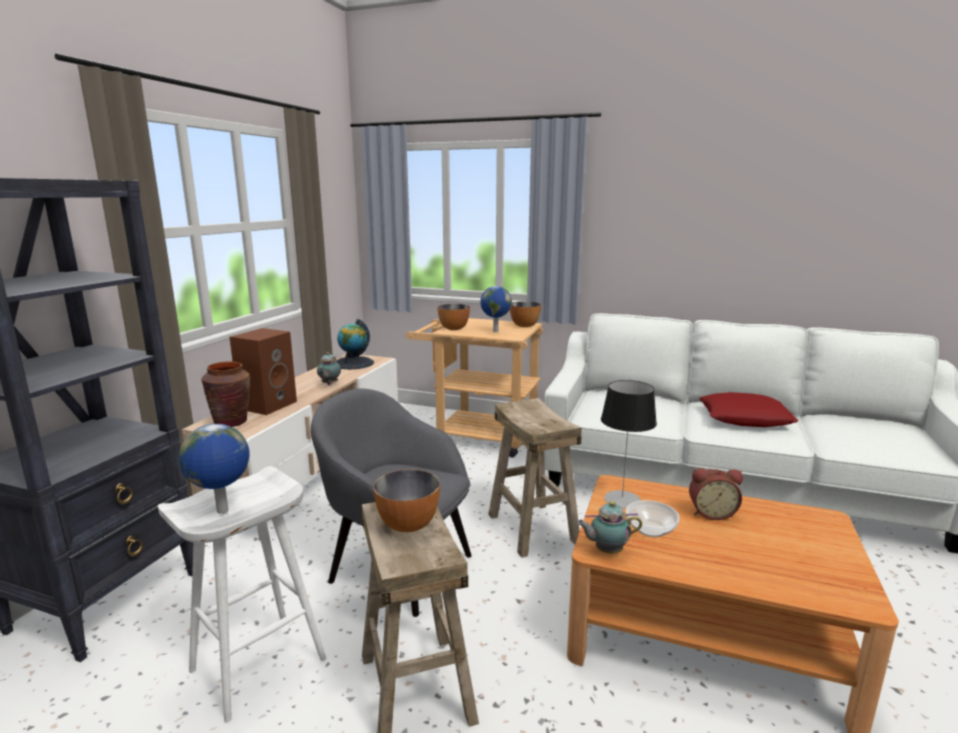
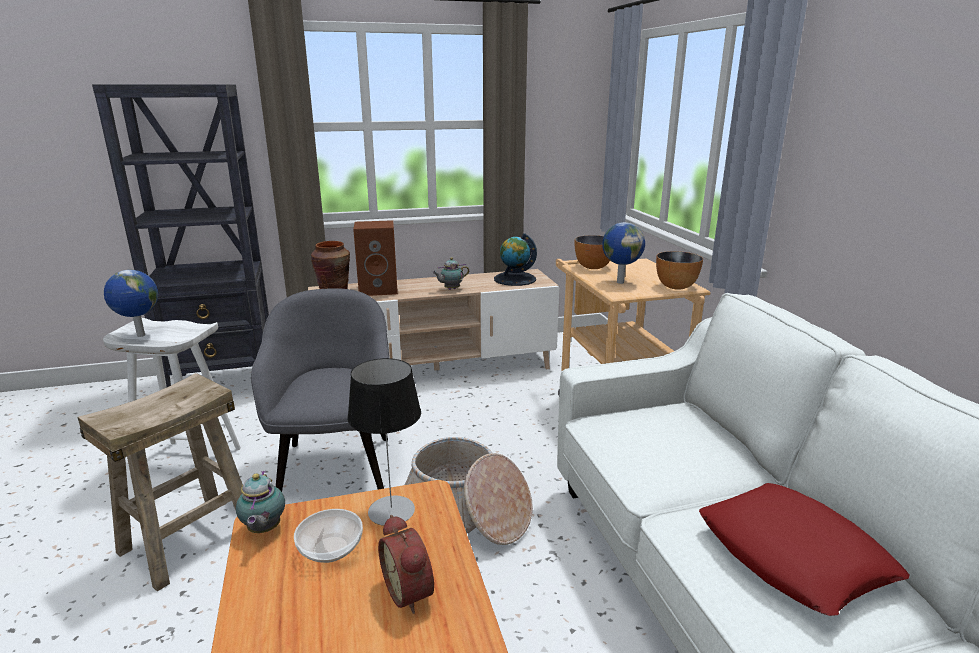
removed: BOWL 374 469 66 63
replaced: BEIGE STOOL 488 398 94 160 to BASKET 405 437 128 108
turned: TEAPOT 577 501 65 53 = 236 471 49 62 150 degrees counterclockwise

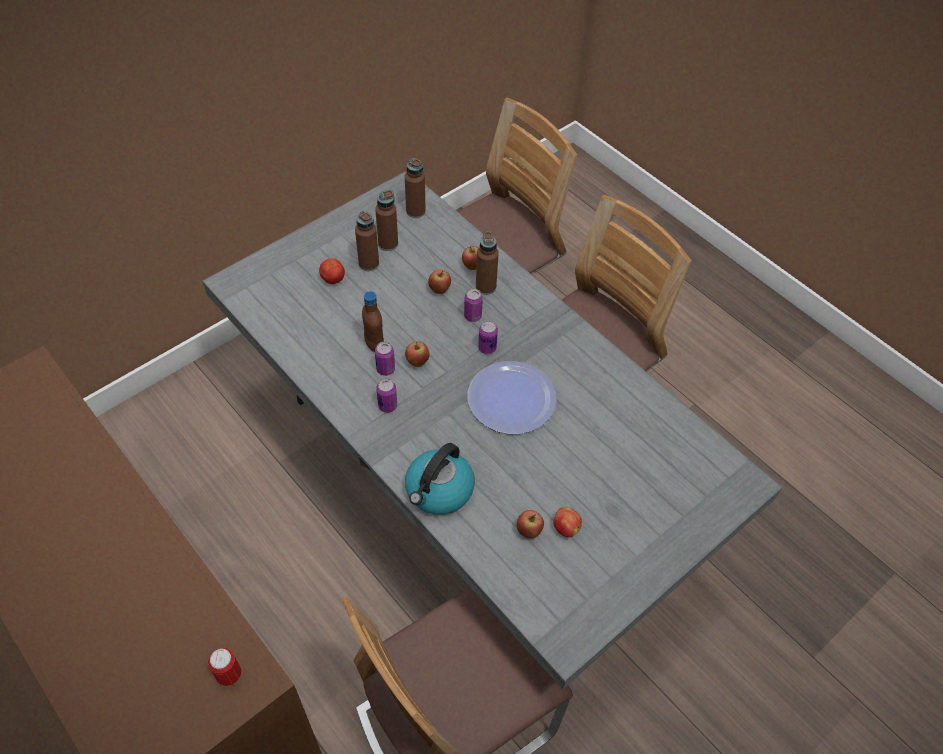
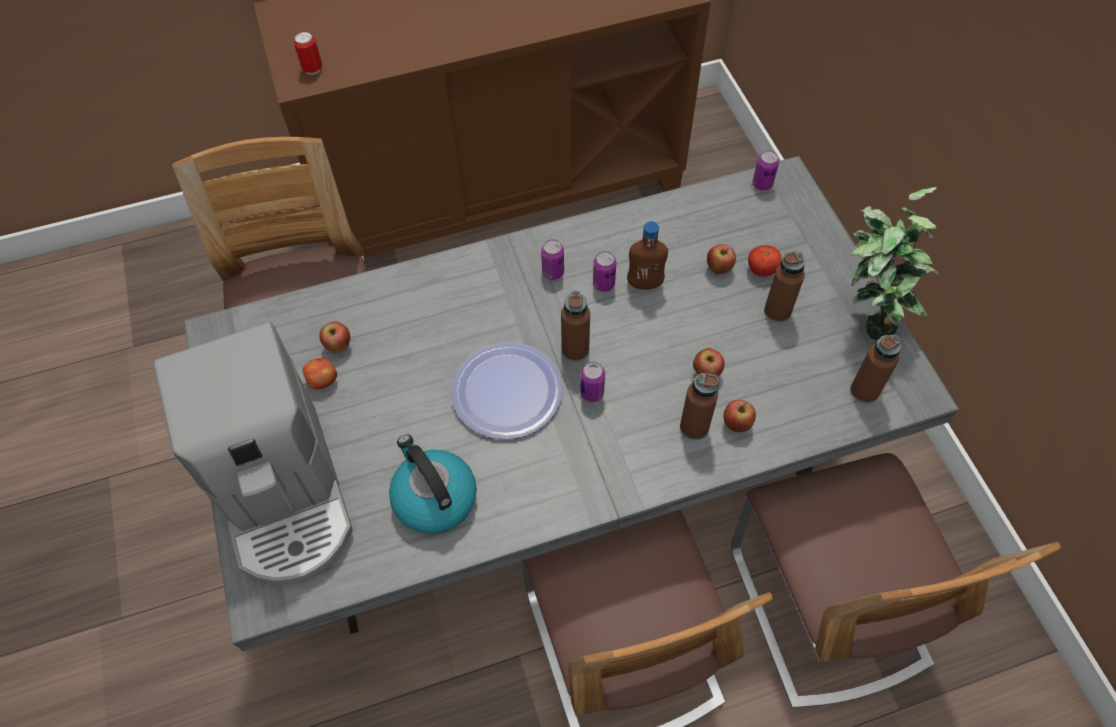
added: COFFEE MACHINE 153 322 200 262; POTTED PLANT 851 187 88 153
moved: BROWN BOTTLE 375 190 23 61 to 561 291 29 71; APPLE 405 342 25 25 to 707 244 29 31; KETTLE 405 443 70 72 to 389 435 88 99; CAN 464 288 19 34 to 752 150 27 41

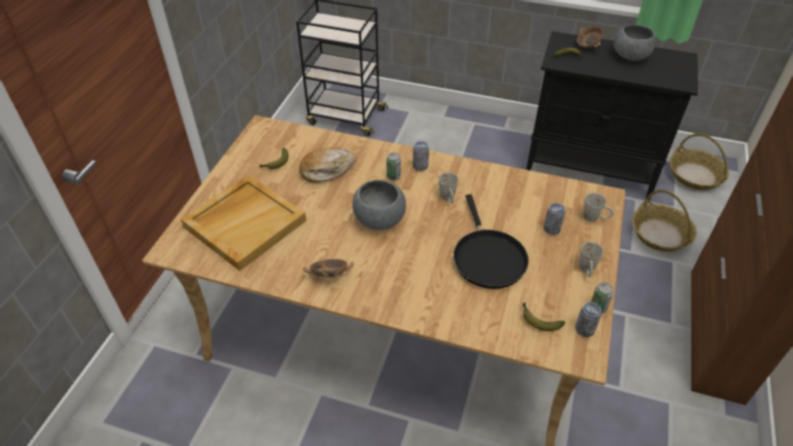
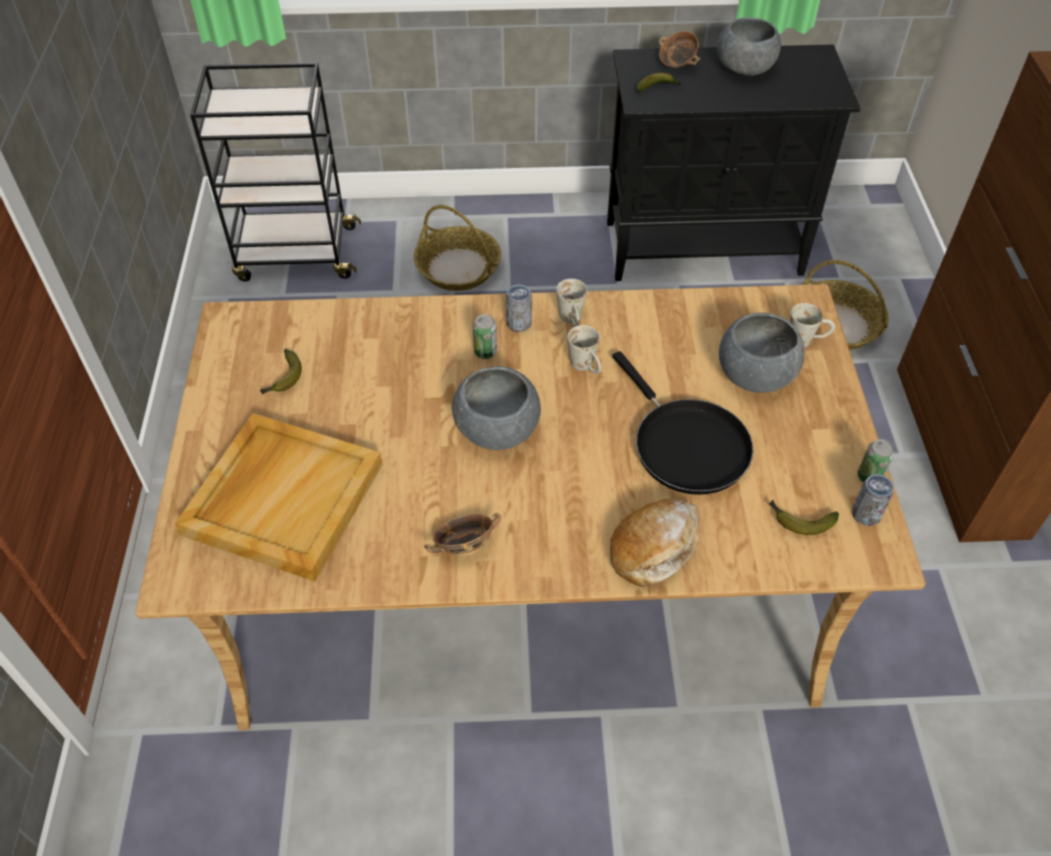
moved: BREAD 299 147 57 36 to 610 499 89 87; WHITE MUG 579 242 25 35 to 556 279 31 48; BASKET 670 133 59 57 to 413 205 88 86
replaced: CAN 544 203 21 32 to GREY BOWL 719 313 86 80

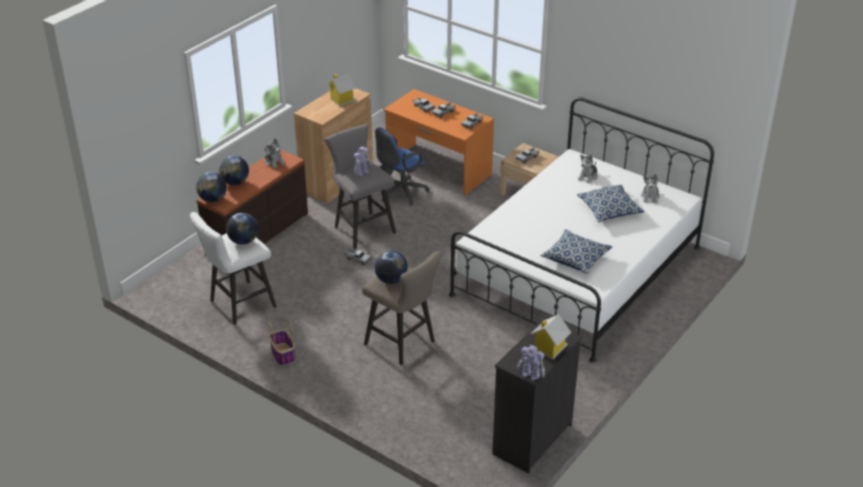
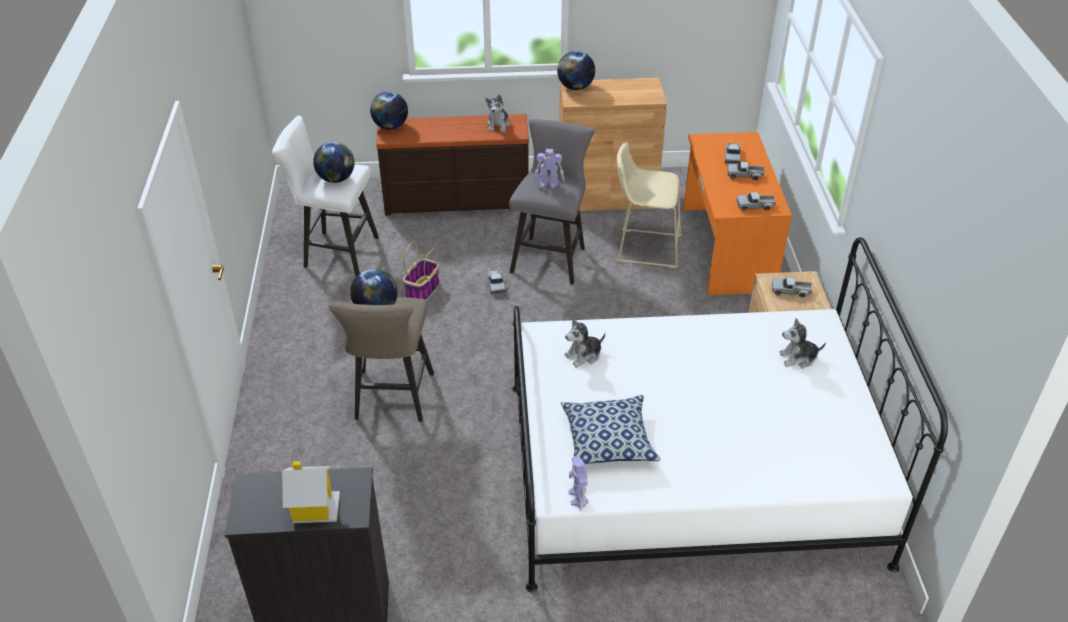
removed: TOY HOUSE 327 73 30 33; PILLOW 577 185 67 37
moved: GLOBE 219 156 30 29 to 557 51 38 39; BASKET 267 317 28 49 to 403 243 36 57; TOY ROBOT 517 345 28 36 to 568 457 20 54; PLUSH TOY 641 174 19 29 to 565 318 40 49
replaced: BLUE OFFICE CHAIR 375 127 55 79 to BEIGE STOOL 617 142 65 126

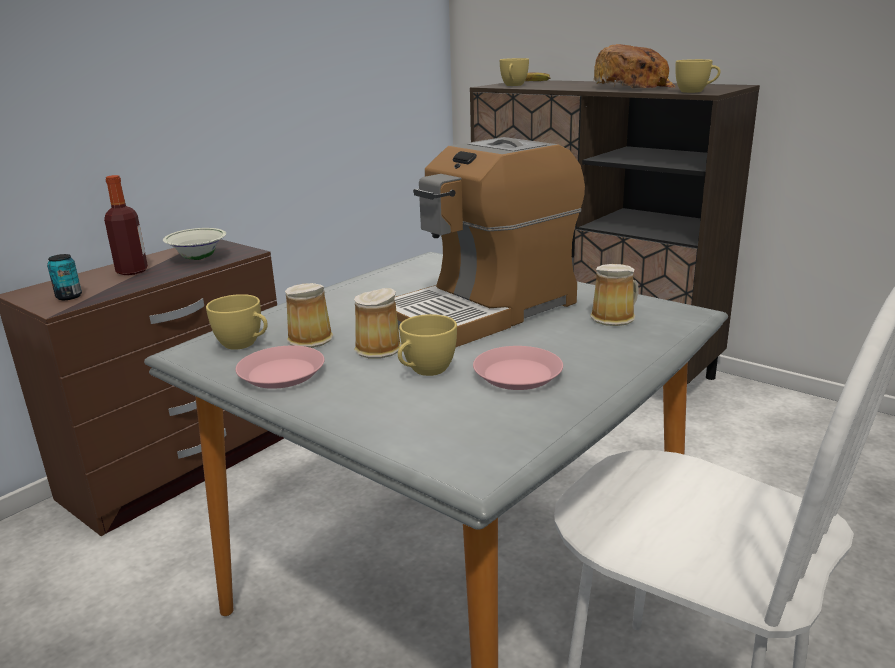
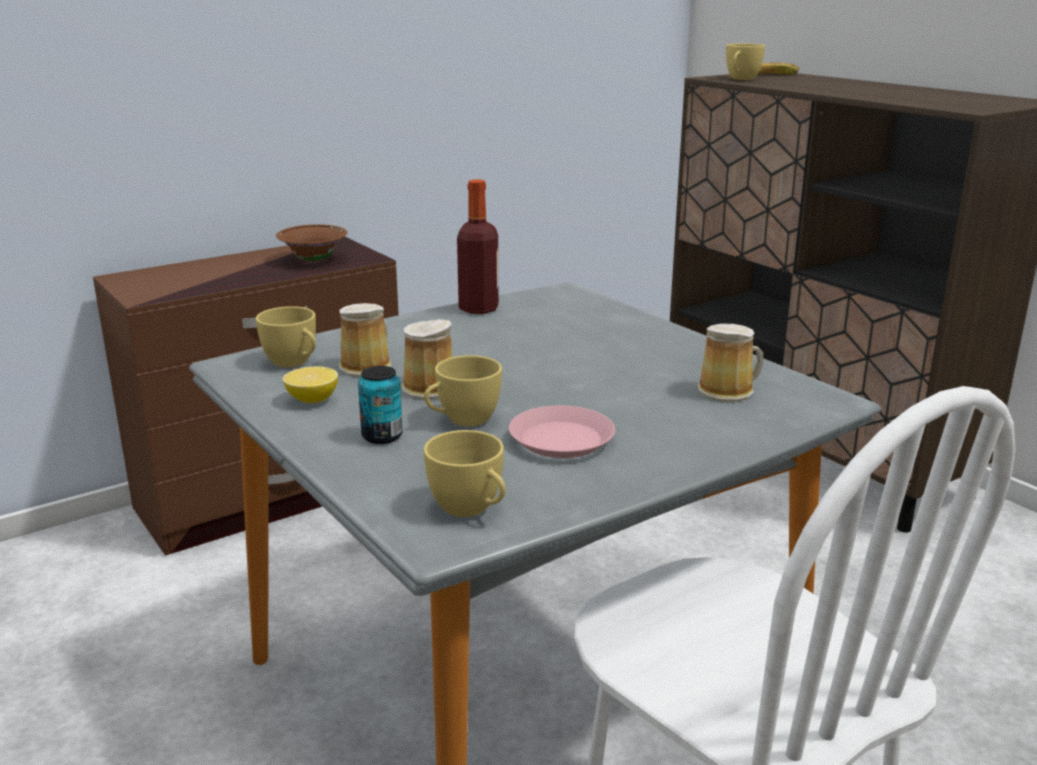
removed: COFFEE MACHINE 394 137 191 211; BREAD 594 44 81 44
moved: CAN 47 254 35 46 to 358 366 45 78; BOTTLE 104 175 44 100 to 457 179 42 135; YELLOW CUP 675 59 46 34 to 424 430 82 87
replaced: PINK PLATE 235 346 90 43 to LEMON 283 366 55 37
recoloured: WHITE BOWL 163 228 63 32 to BROWN BOWL 276 224 72 37

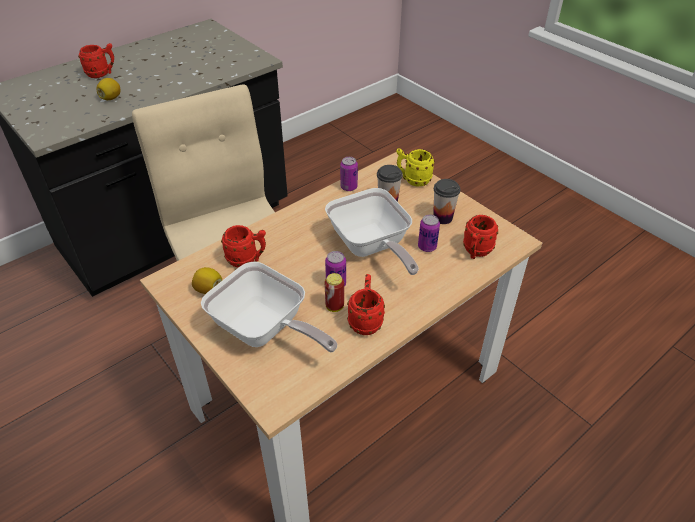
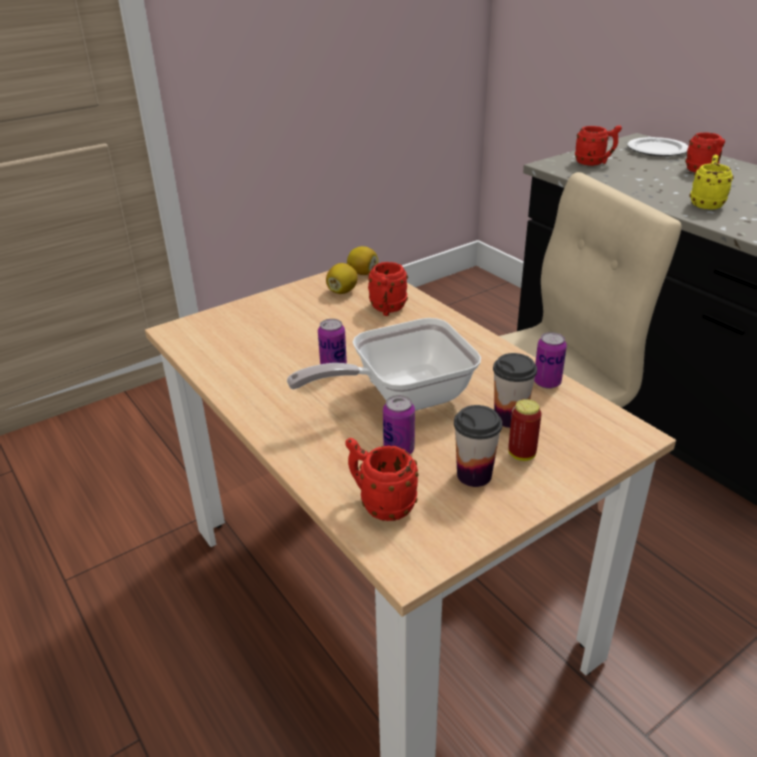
removed: FRYING PAN 201 262 136 90
added: PLATE 627 137 62 19
moved: LEMON 96 78 25 22 to 347 246 31 29; CAN 325 273 19 39 to 508 399 33 62; RED MUG 347 274 38 61 to 575 125 47 41; YELLOW MUG 396 148 39 39 to 689 155 45 54

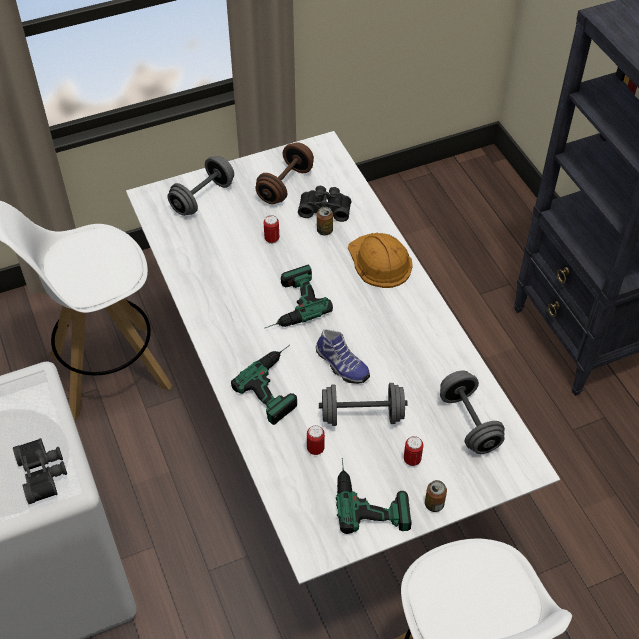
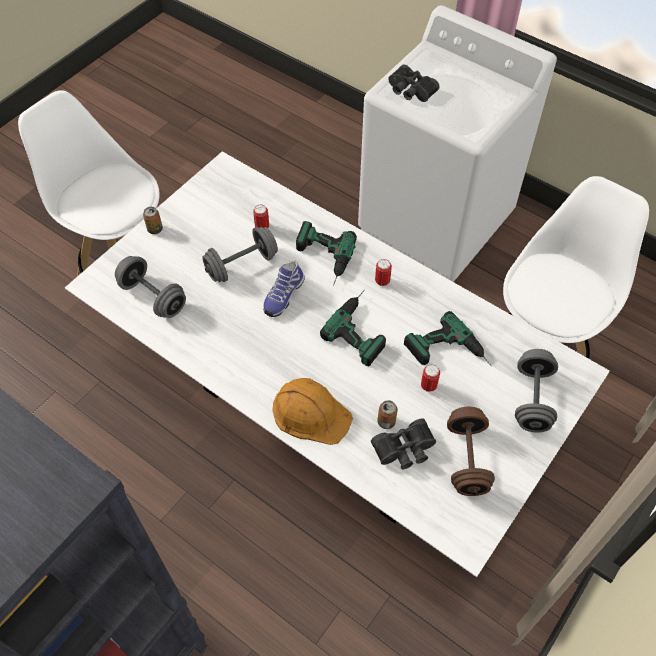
moved: POWER DRILL 336 458 76 76 to 404 311 87 54; CAN 404 436 19 30 to 375 259 17 27
turned: SHOE 316 329 54 55 = 263 260 42 57 75 degrees counterclockwise

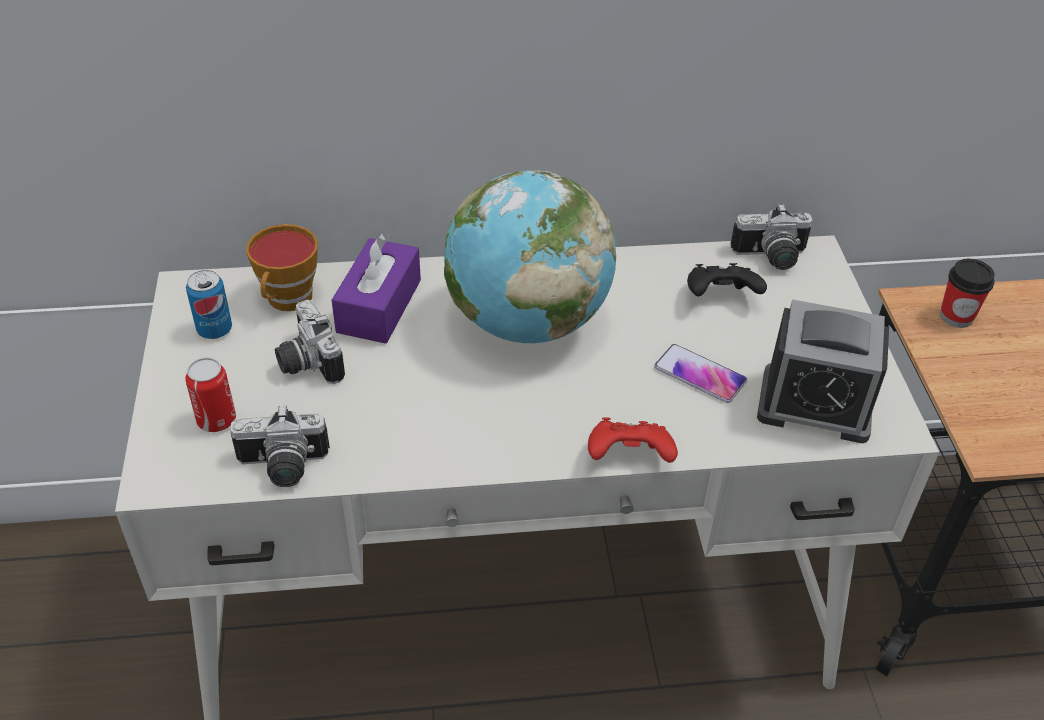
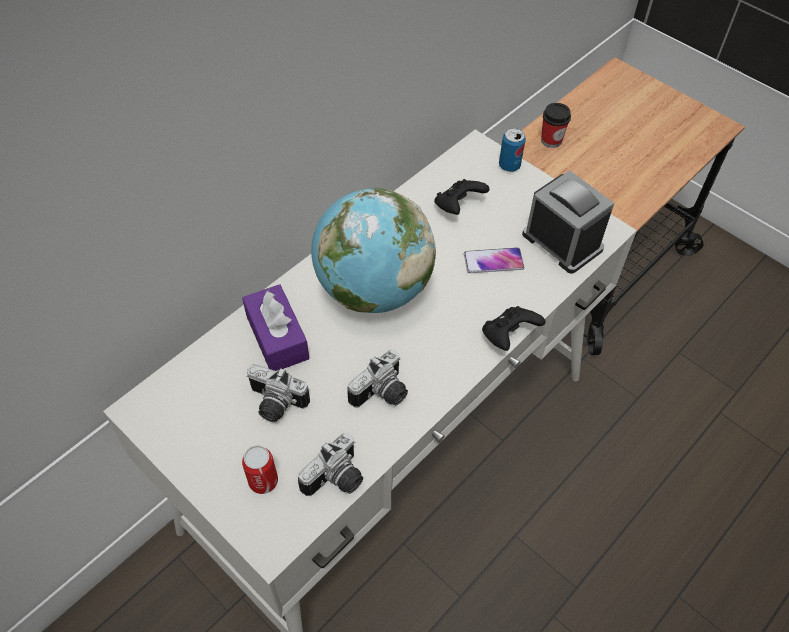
removed: CUP 246 224 72 87
moved: CAN 186 270 46 69 to 499 128 27 44; PHOTO CAMERA 731 204 82 66 to 347 349 61 59
recoloured: RED GAME CONTROLLER 588 417 90 46 to BLACK GAME CONTROLLER 482 306 63 45
turned: ALARM CLOCK 757 299 132 144 = 522 171 92 103 105 degrees counterclockwise

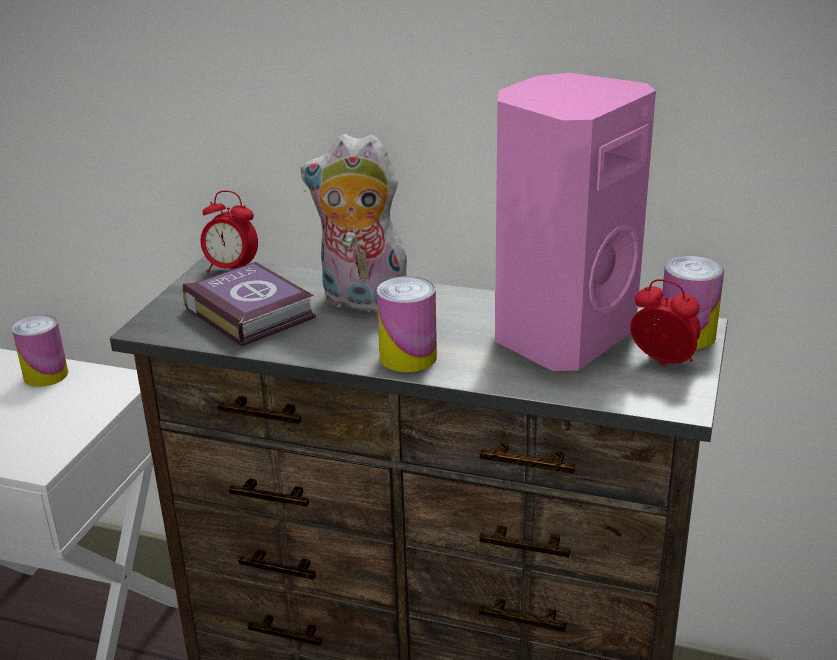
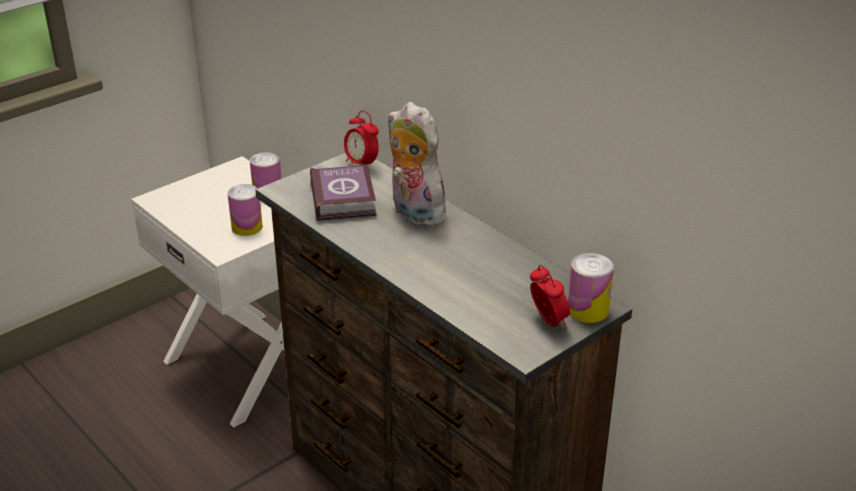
removed: PINK SPEAKER 495 73 161 298
moved: CAN 376 276 61 96 to 227 184 36 52

